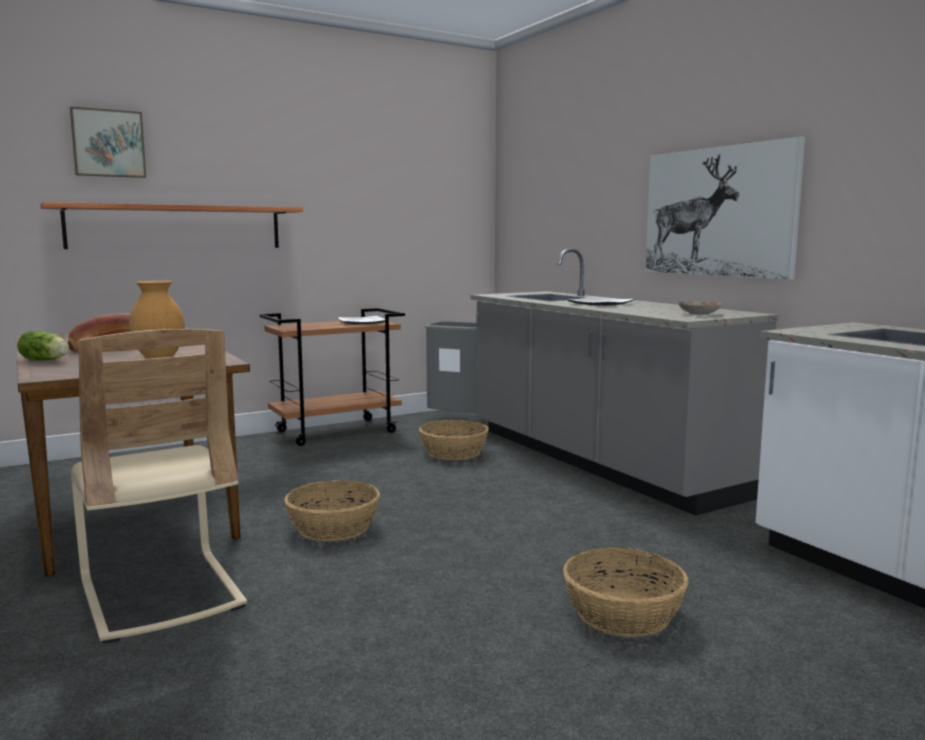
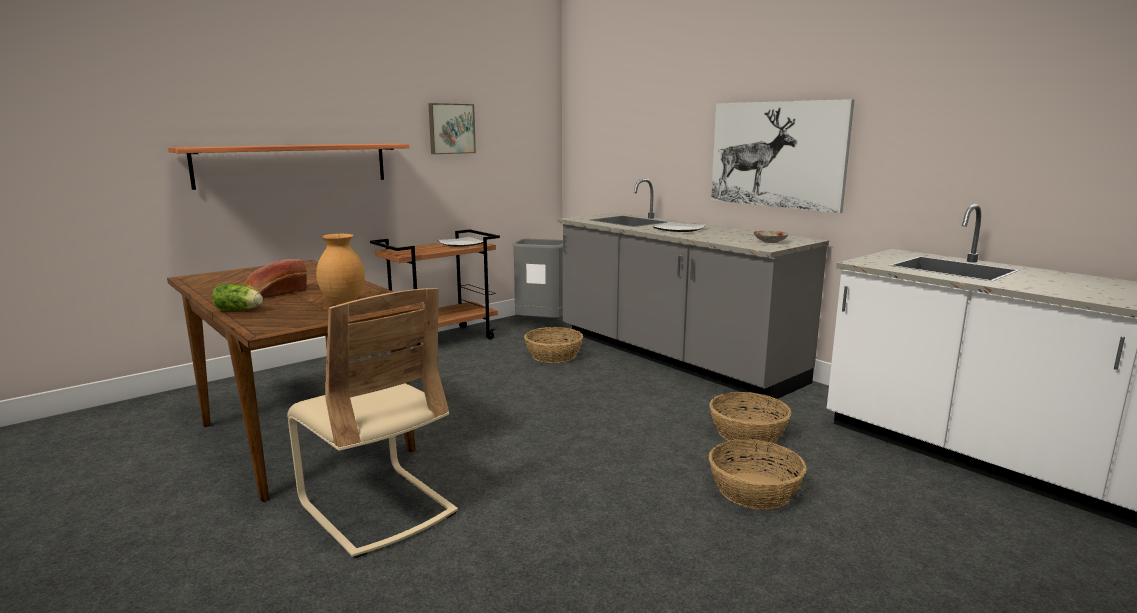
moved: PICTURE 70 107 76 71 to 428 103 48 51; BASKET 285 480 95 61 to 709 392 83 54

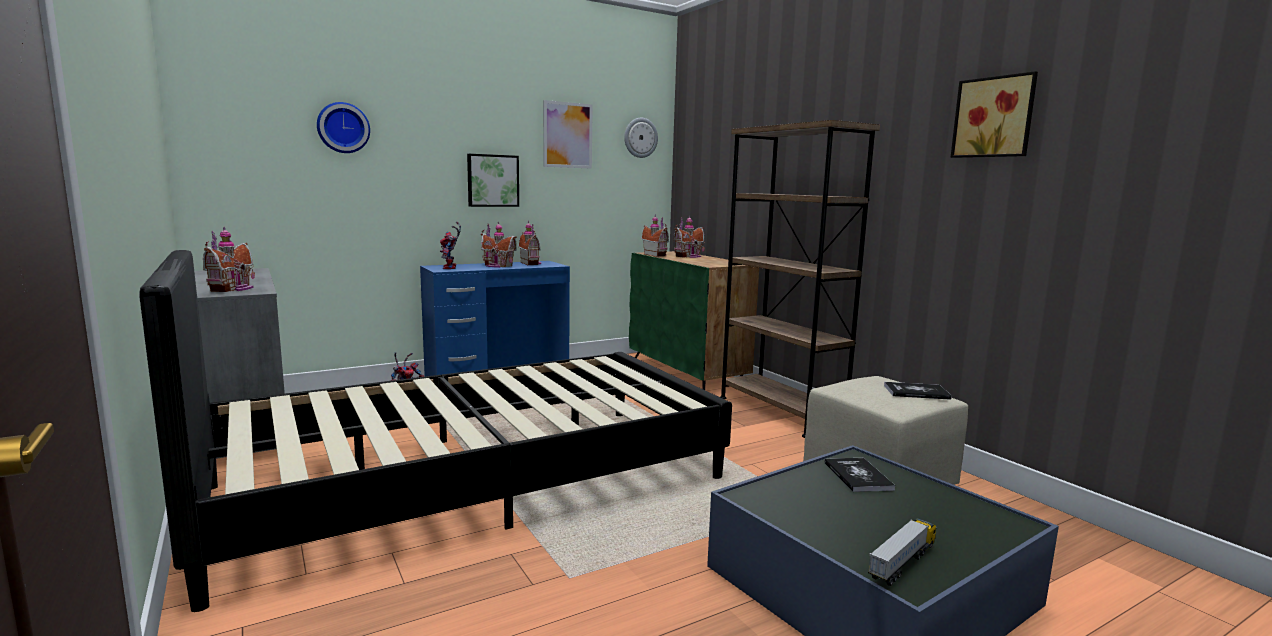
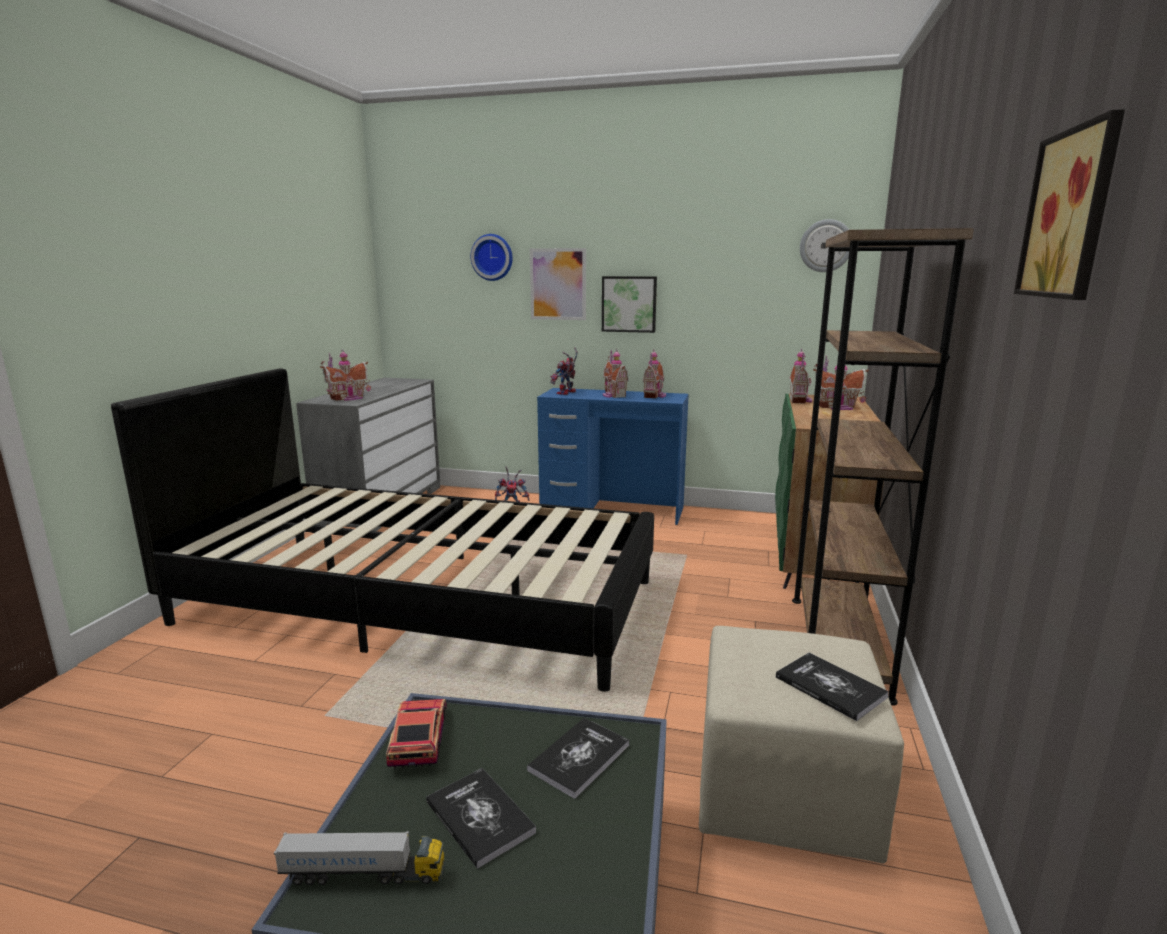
added: TOY CAR 386 699 61 69; BOOK 426 768 110 101
moved: PICTURE 543 100 50 69 to 530 248 56 72

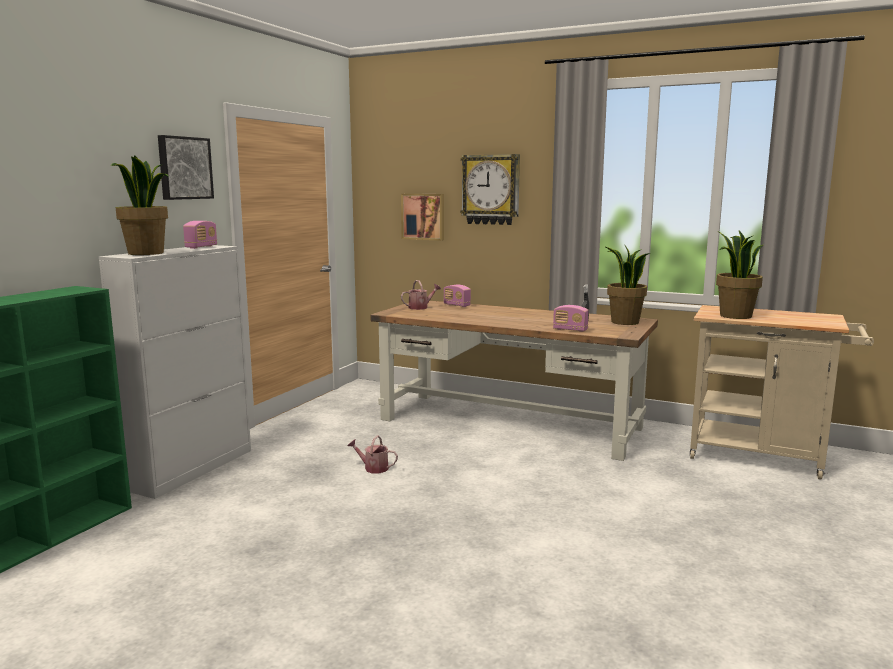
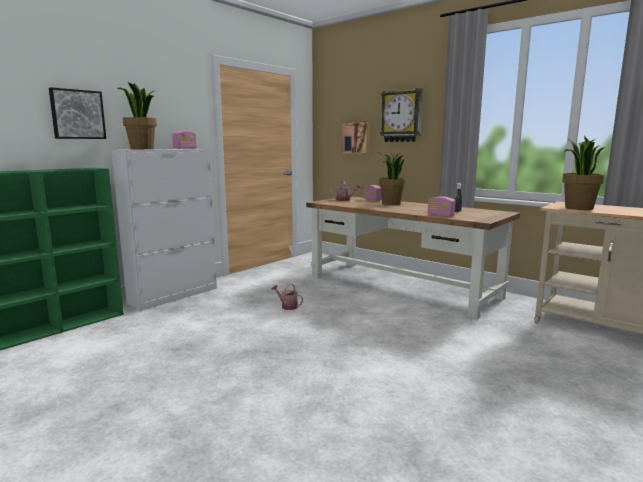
moved: PICTURE 158 135 56 65 to 49 87 57 52; POTTED PLANT 604 246 46 79 to 378 151 28 54

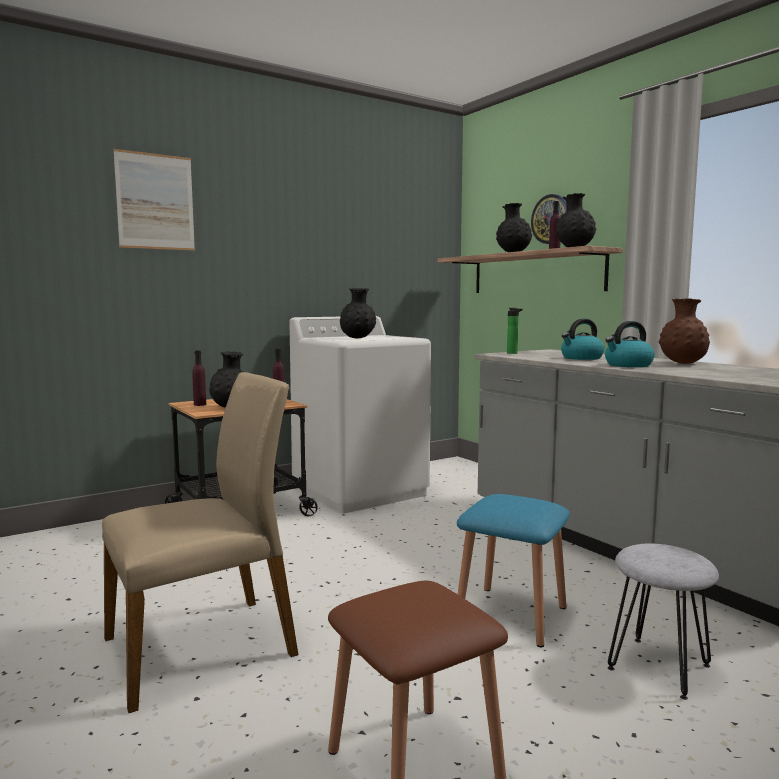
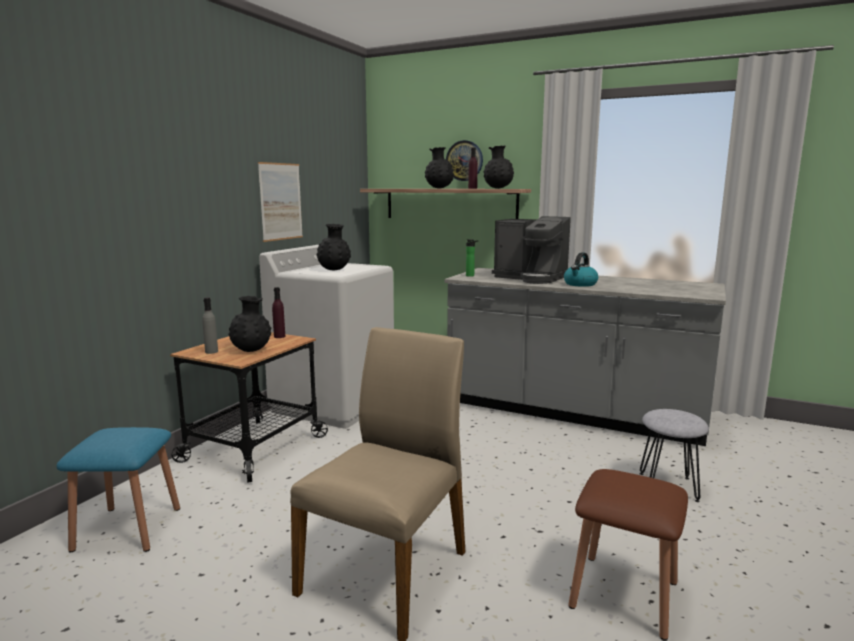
removed: BROWN VASE 659 298 51 66
moved: PICTURE 113 149 82 102 to 258 162 45 80; BLUE STOOL 457 494 113 154 to 56 427 124 125
replaced: KETTLE 561 319 44 41 to COFFEE MACHINE 492 216 79 68
recoloured: PURPLE BOTTLE 192 350 14 56 to GREY BOTTLE 202 297 16 57

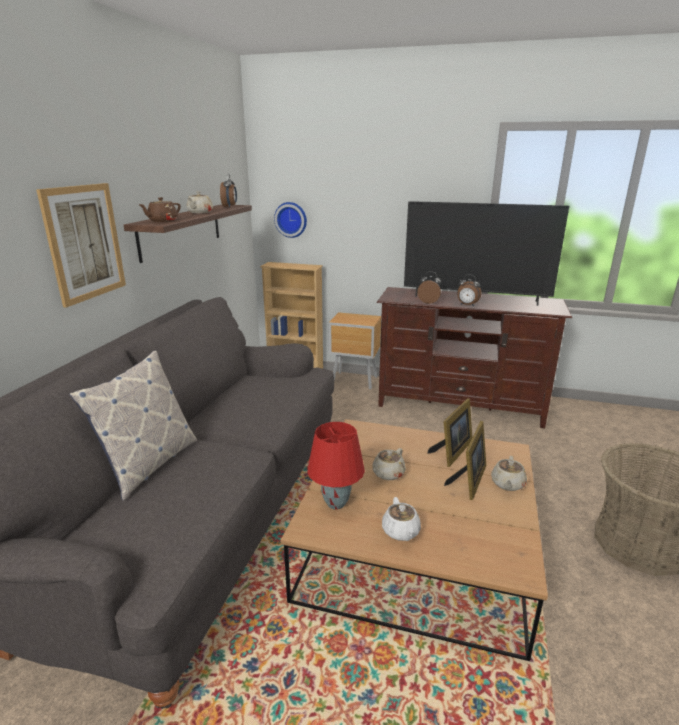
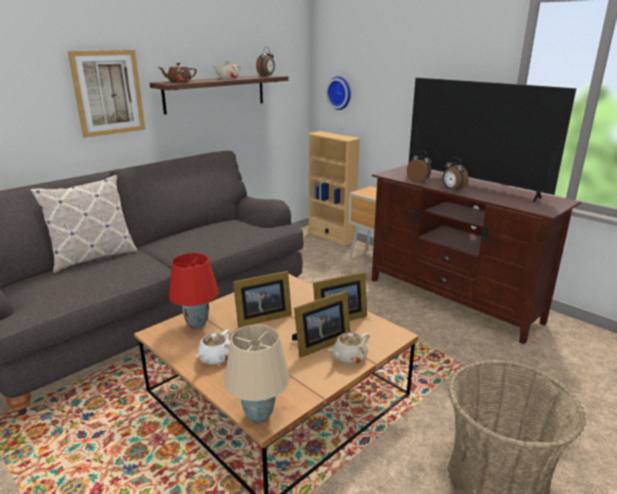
added: BEIGE TABLE LAMP 225 325 65 99
replaced: BEIGE TEAPOT 372 448 34 32 to PICTURE FRAME 233 271 59 57

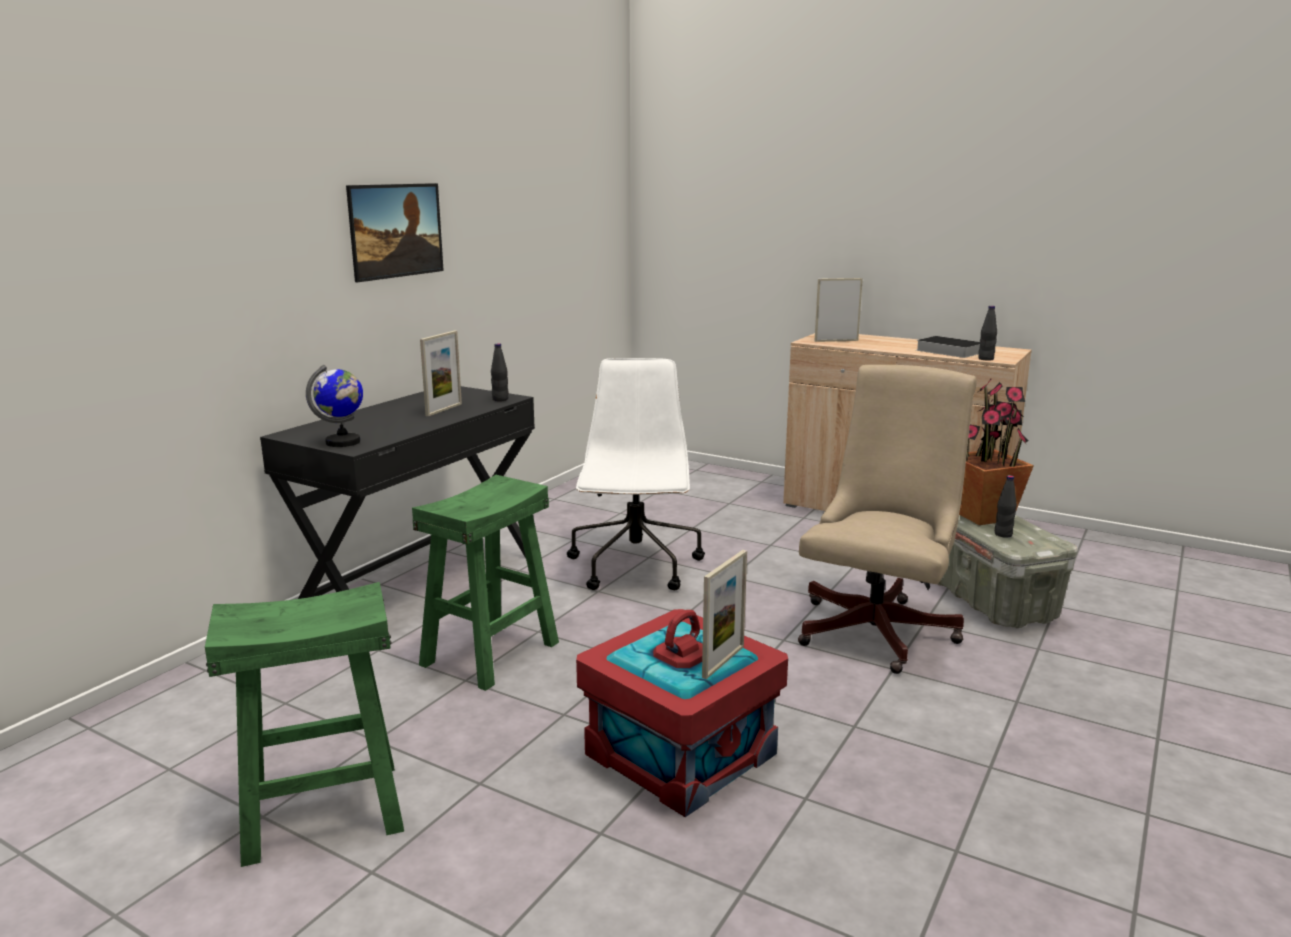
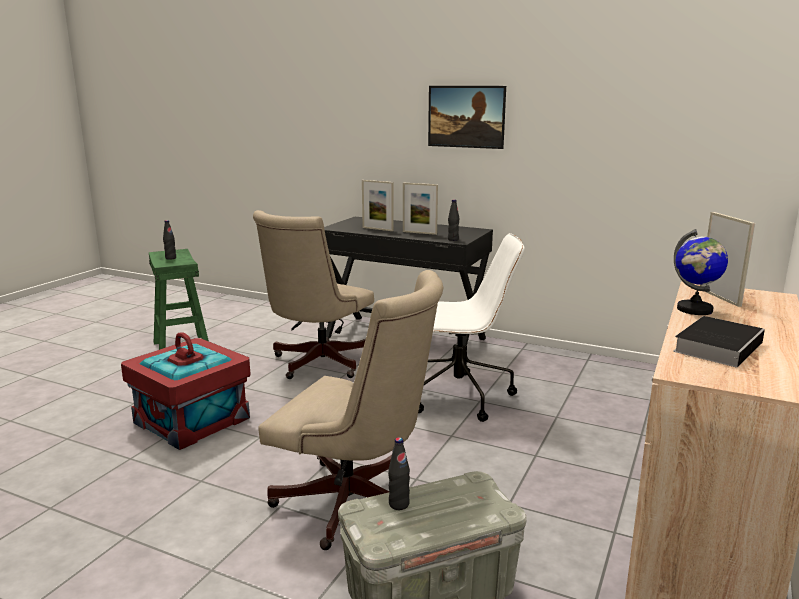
removed: POTTED PLANT 959 379 75 146
moved: GLOBE 306 364 57 83 to 674 229 54 86; PICTURE FRAME 702 550 45 129 to 362 180 32 51; BLACK BOTTLE 978 306 19 55 to 163 220 13 40
replaced: GREEN STOOL 412 475 147 216 to BEIGE OFFICE CHAIR 253 210 121 169

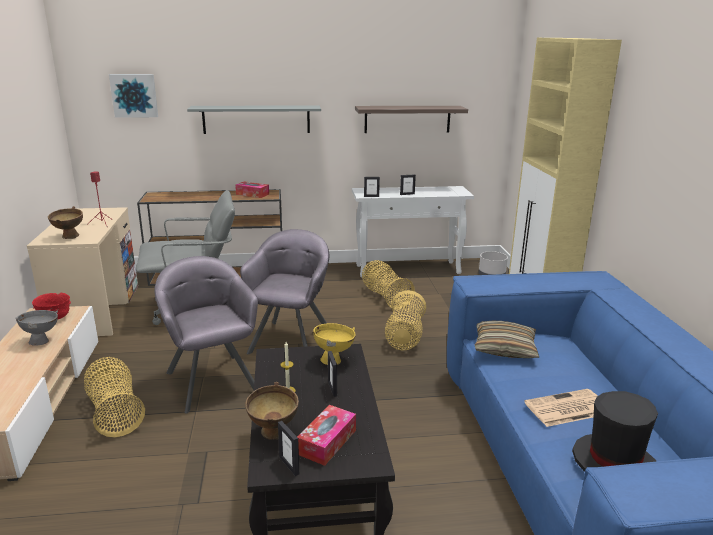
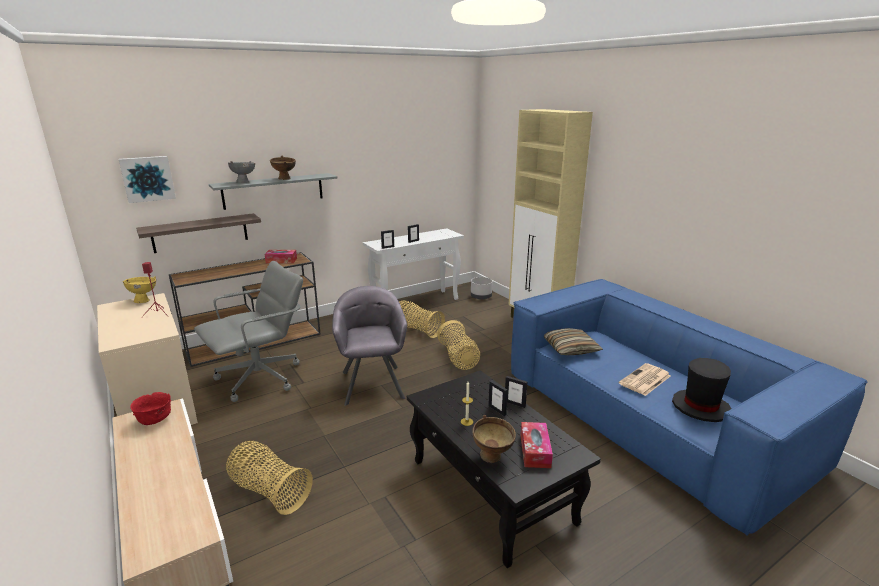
removed: GREY ARMCHAIR 154 256 104 158
moved: GREY BOWL 15 310 43 36 to 228 161 27 22; BROWN BOWL 48 206 35 33 to 270 156 26 24; PICTURE FRAME 278 421 21 55 to 505 376 22 32; YELLOW BOWL 313 323 43 42 to 122 276 34 27; SHELF 355 106 113 27 to 136 213 125 40

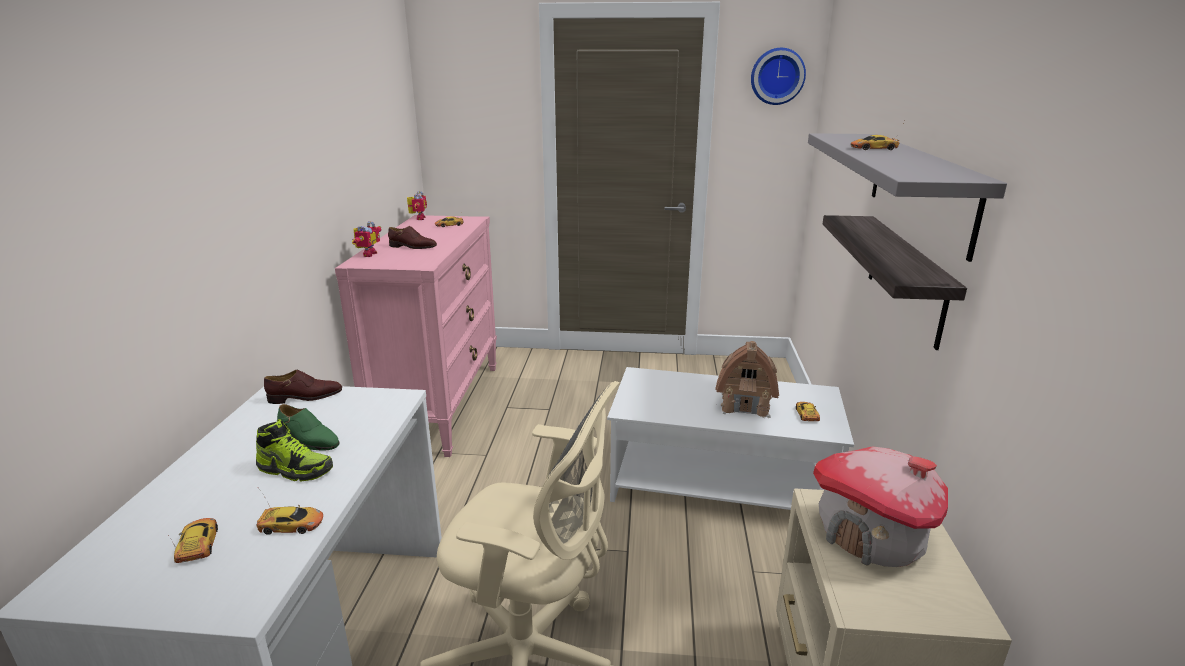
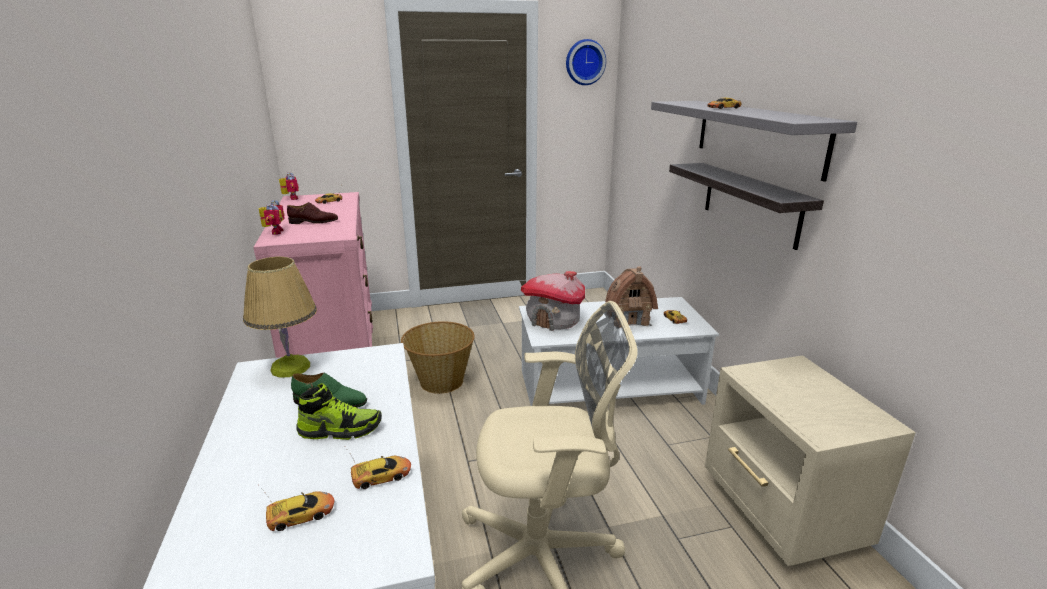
added: BASKET 401 321 74 73
moved: TOY HOUSE 813 446 135 121 to 521 271 64 60
replaced: BROWN SHOE 264 370 78 34 to TABLE LAMP 243 256 74 121
turned: TOY CAR 168 518 50 45 = 258 485 76 46 105 degrees clockwise

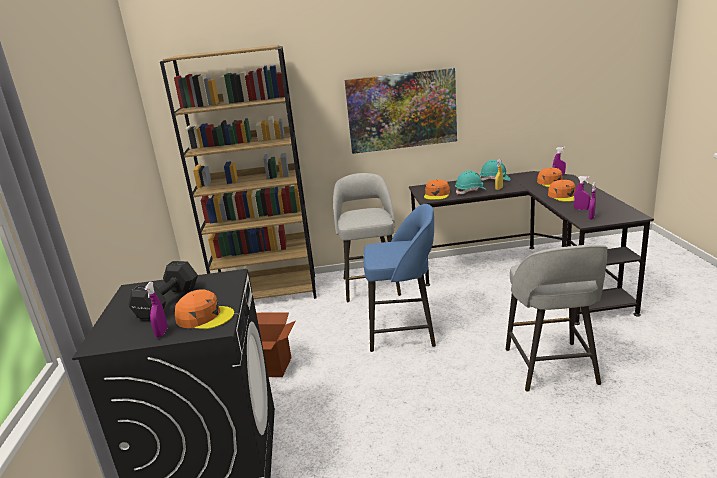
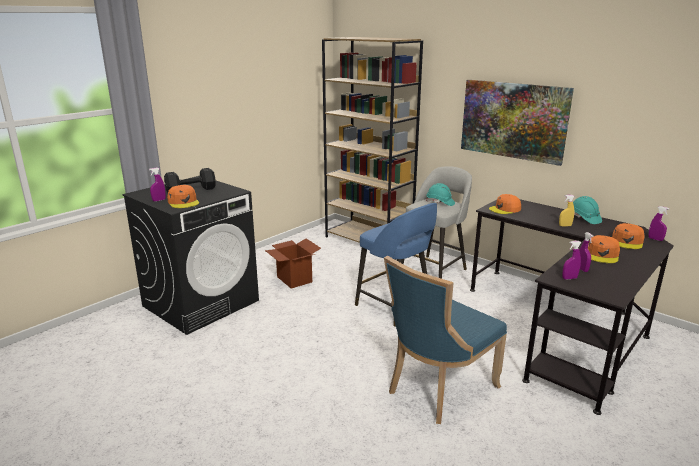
moved: TURQUOISE HARD HAT 455 171 32 23 to 426 183 29 23
replaced: GREY STOOL 506 245 102 147 to BLUE CHAIR 384 256 123 168

